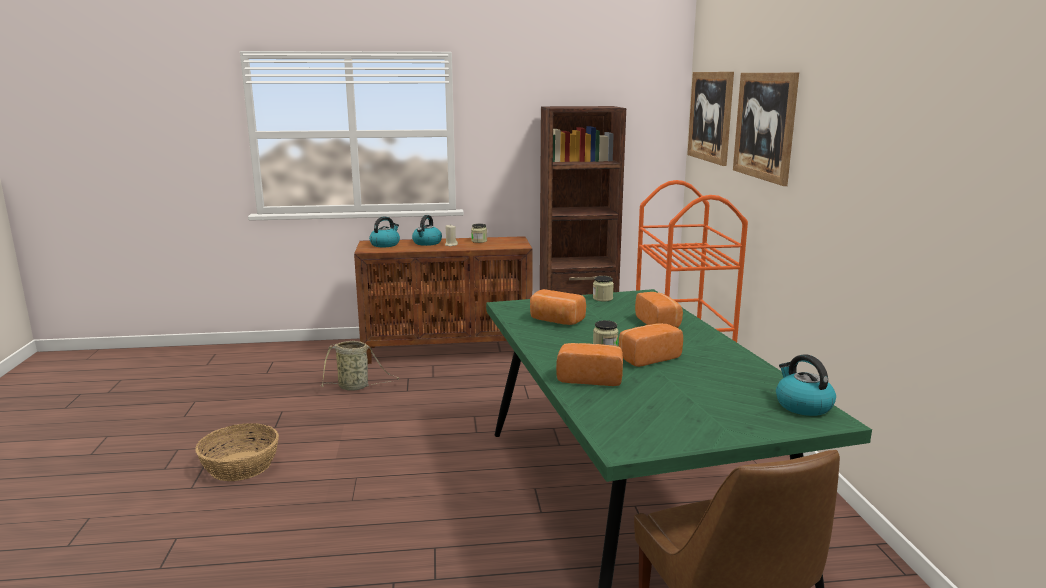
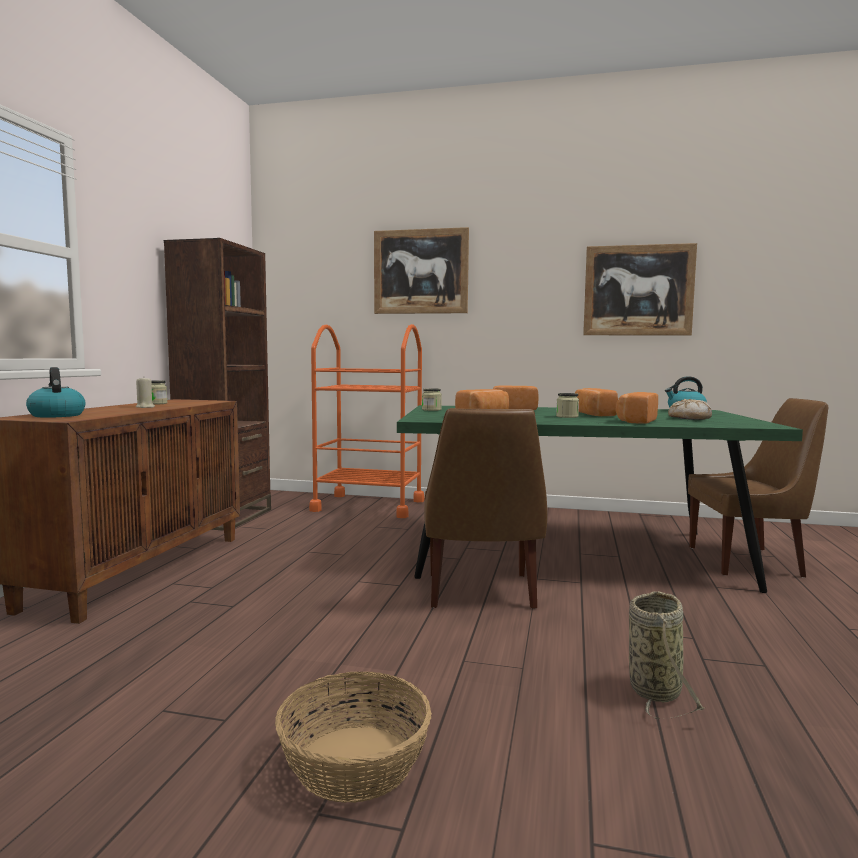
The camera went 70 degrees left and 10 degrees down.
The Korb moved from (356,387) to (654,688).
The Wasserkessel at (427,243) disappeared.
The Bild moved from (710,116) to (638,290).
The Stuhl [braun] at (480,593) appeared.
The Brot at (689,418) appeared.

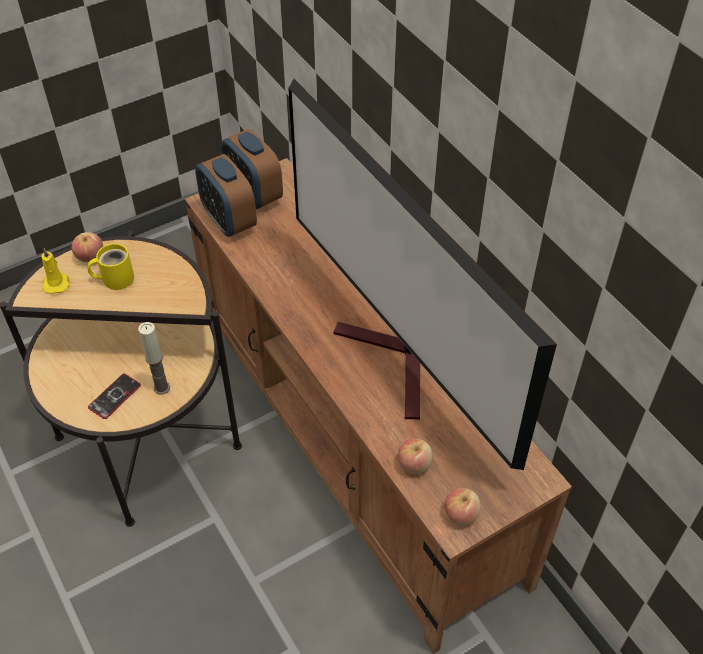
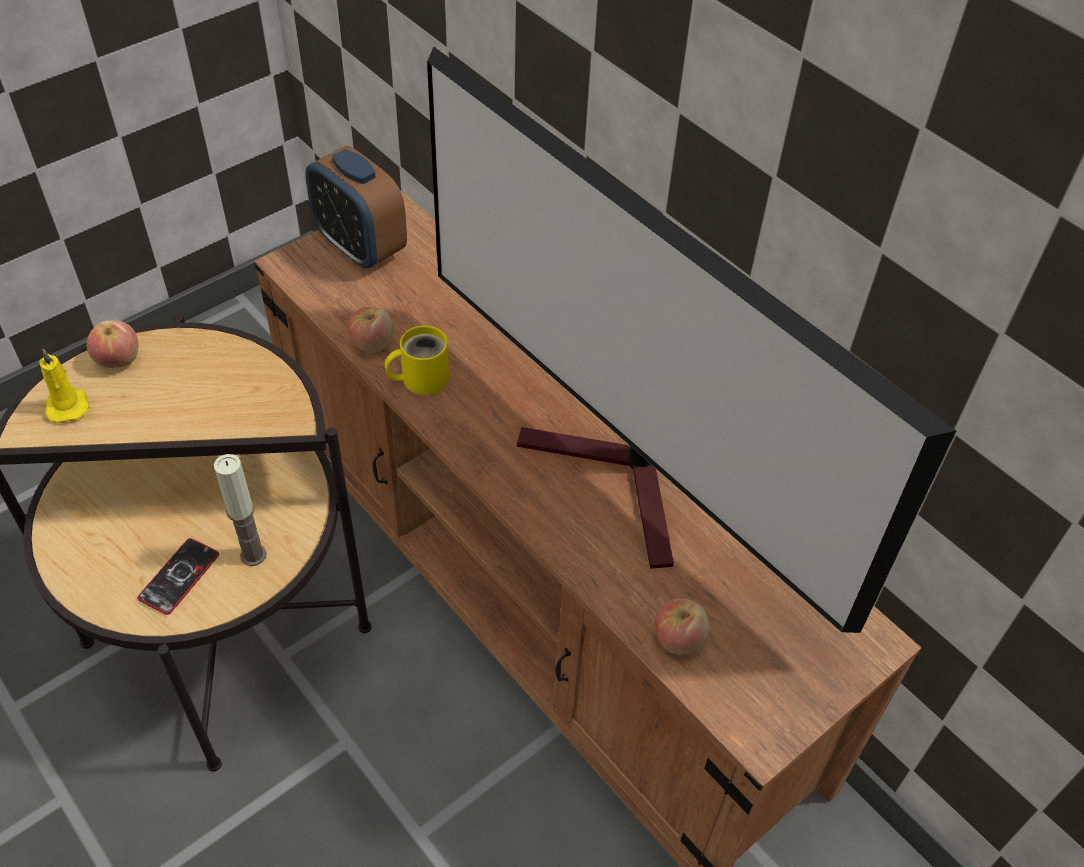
The camera went 10 degrees left and 0 degrees up.
The Henkelbecher [gelb] moved from (115,278) to (420,378).
The Wecker at (229,221) disappeared.
The Apfel moved from (461,514) to (372,343).

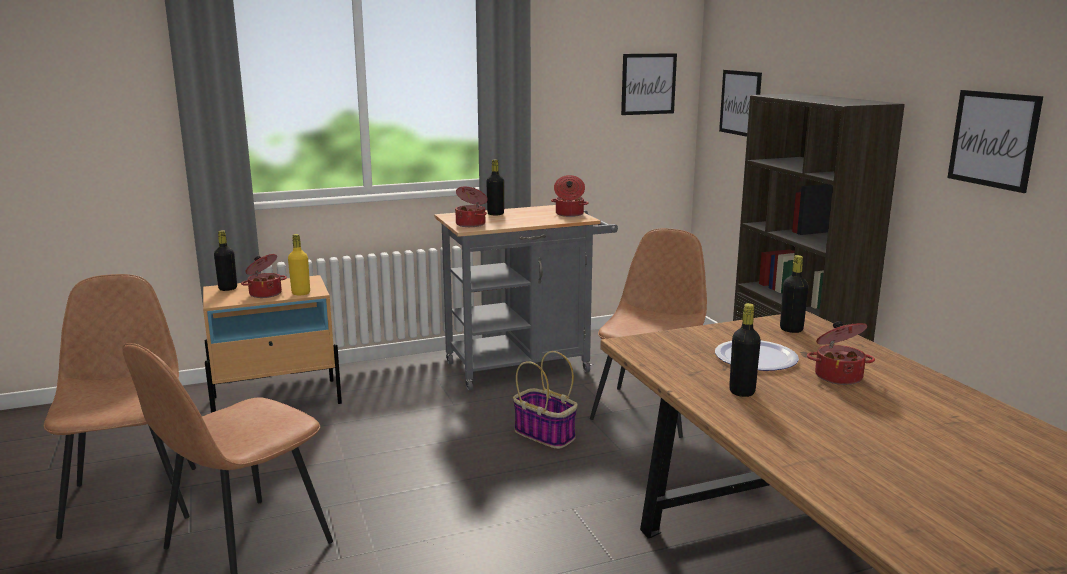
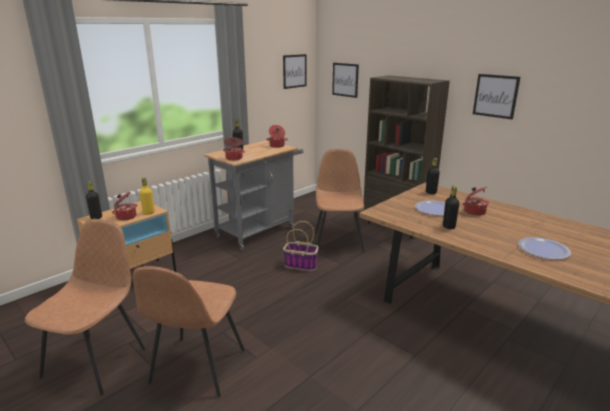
The camera went 25 degrees left and 5 degrees up.
The Stuhl [braun] at (132,498) turned 60 degrees clockwise.
The Teller at (543,249) appeared.

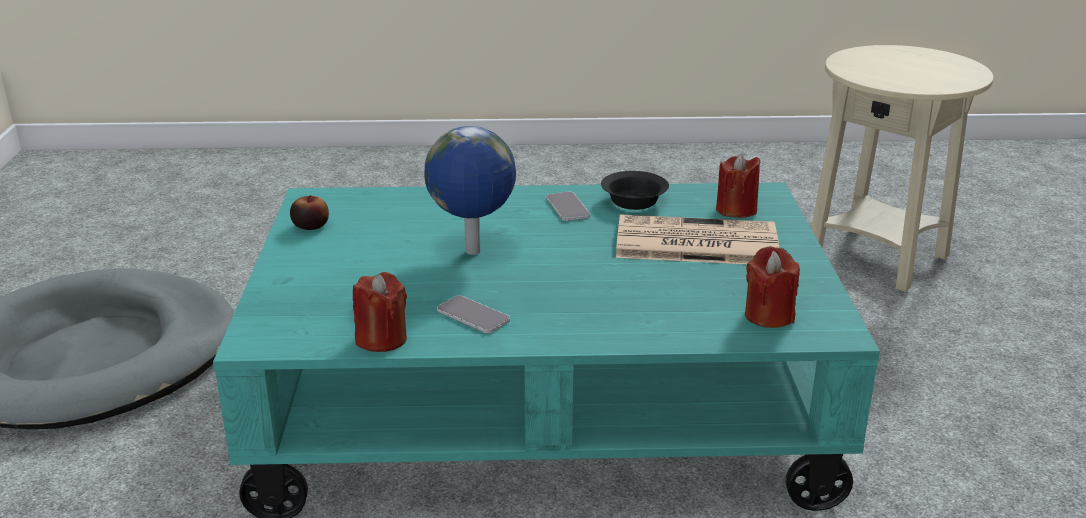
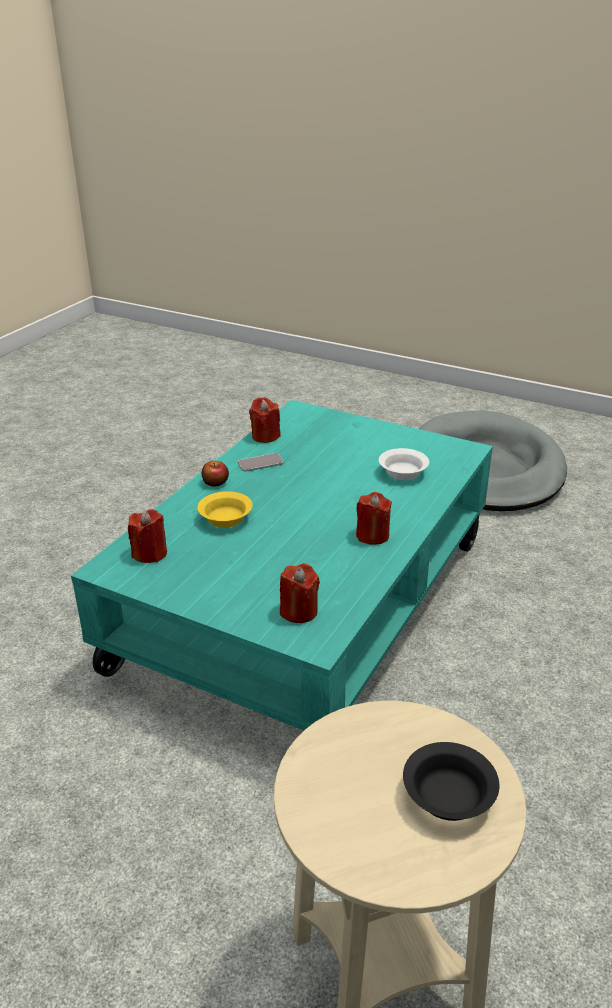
The camera went 120 degrees right and 5 degrees up.
The Apfel moved from (310,226) to (215,482).
The Globus at (473,252) disappeared.
The Handy at (567,207) was replaced by the Kerze [rot] at (372,535).
The Schüssel [schwarz] moved from (634,202) to (446,796).
The Zeitung at (694,243) disappeared.
The Schüssel [gelb] at (226,519) appeared.
The Schüssel [weiß] at (402,473) appeared.

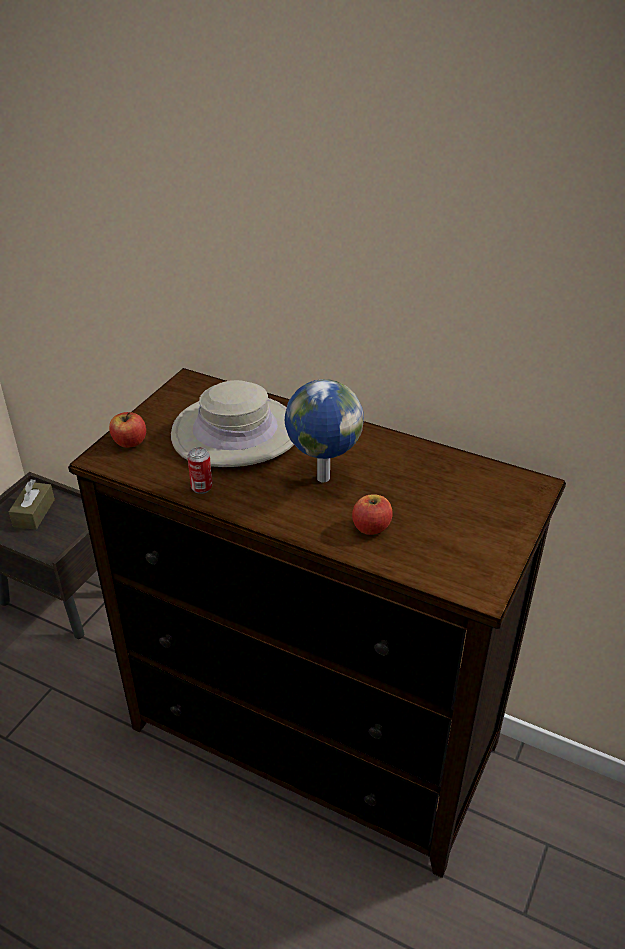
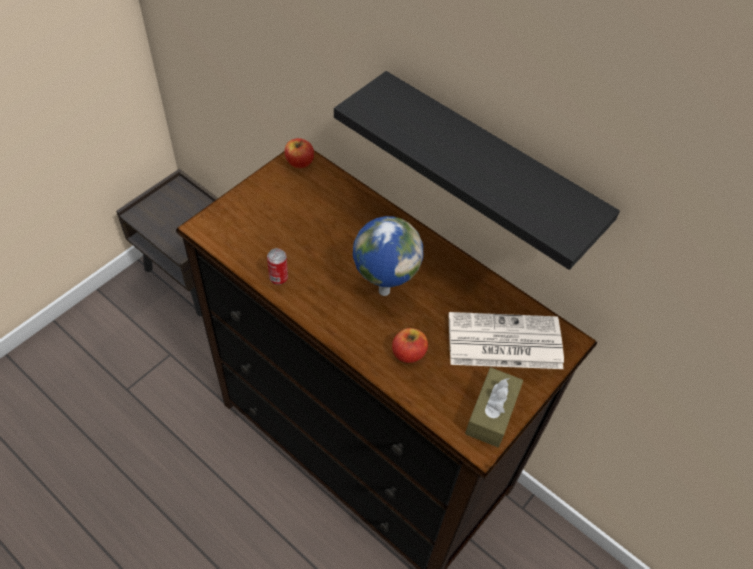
The camera went 10 degrees right and 15 degrees up.
The Taschentuchbox [braun] moved from (34,513) to (491,413).
The Apfel moved from (129,442) to (299,162).
The Hut [beige] at (236,433) disappeared.
The Wandregal [schwarz] at (488,166) appeared.
The Zeitung at (503,342) appeared.

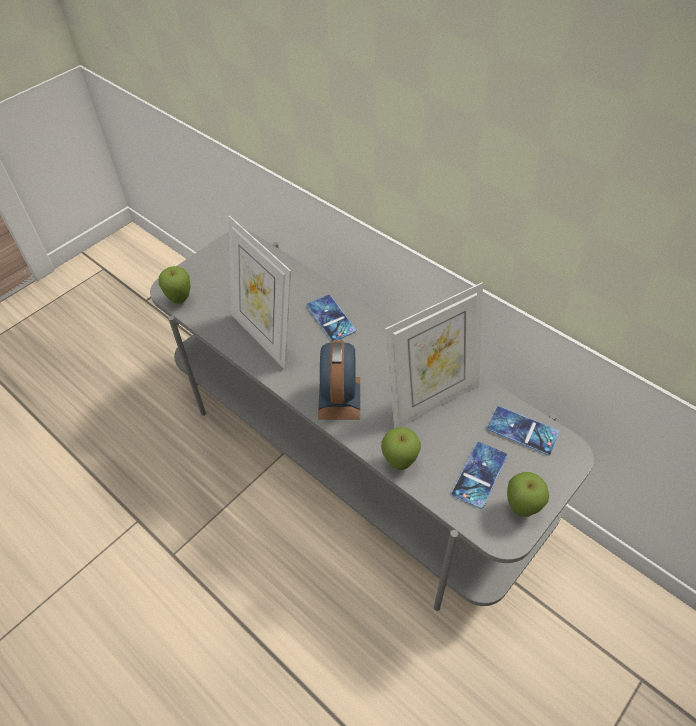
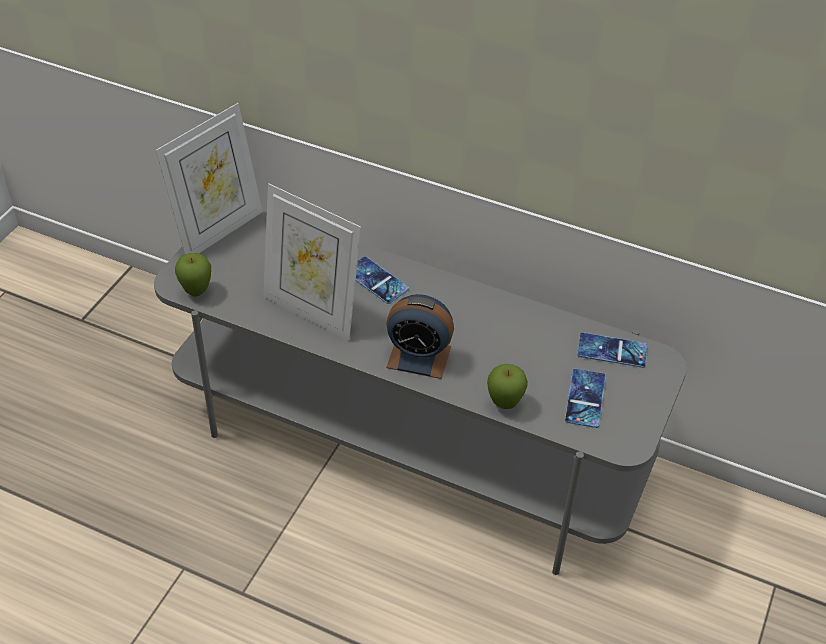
The camera went 20 degrees left and 5 degrees down.
The Wecker at (339,398) turned 60 degrees counterclockwise.
The Bilderrahmen moved from (431,399) to (218,231).
The Apfel at (521,508) disappeared.

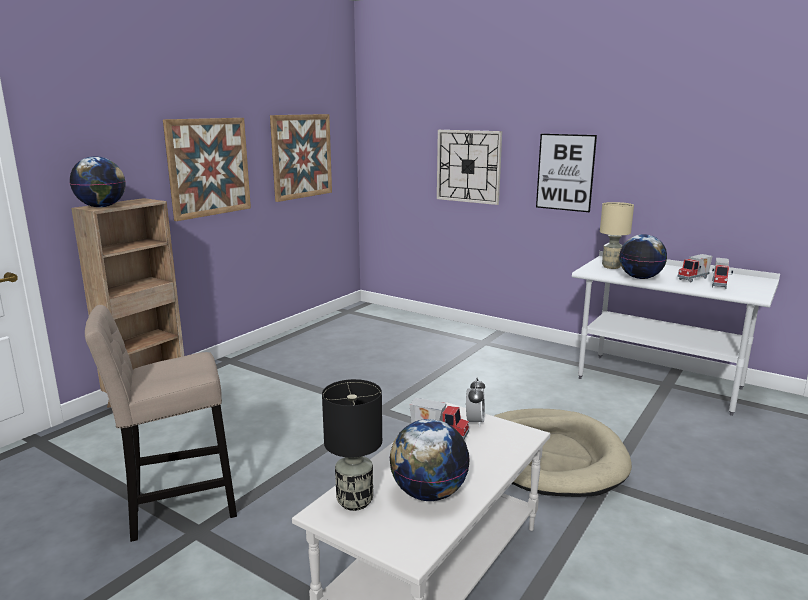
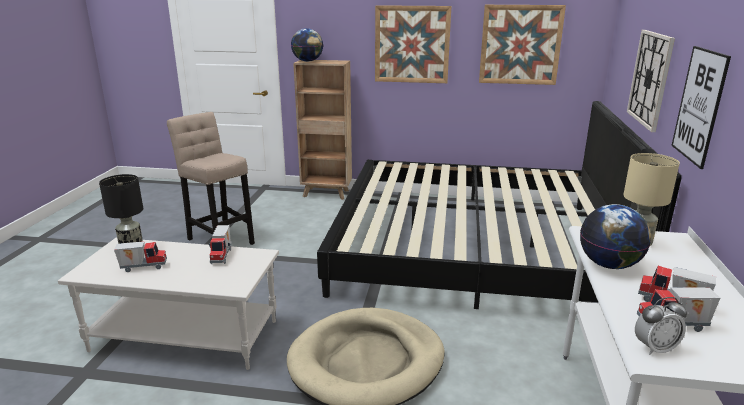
The camera went 65 degrees right and 5 degrees up.
The Globus at (428,493) was replaced by the Spielzeuglaster at (143,266).
The Wecker moved from (474,421) to (655,348).
The Bett at (474,245) appeared.

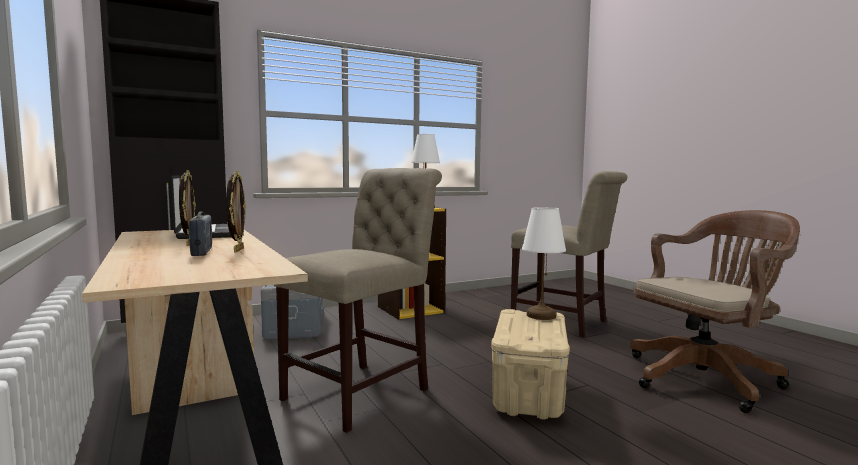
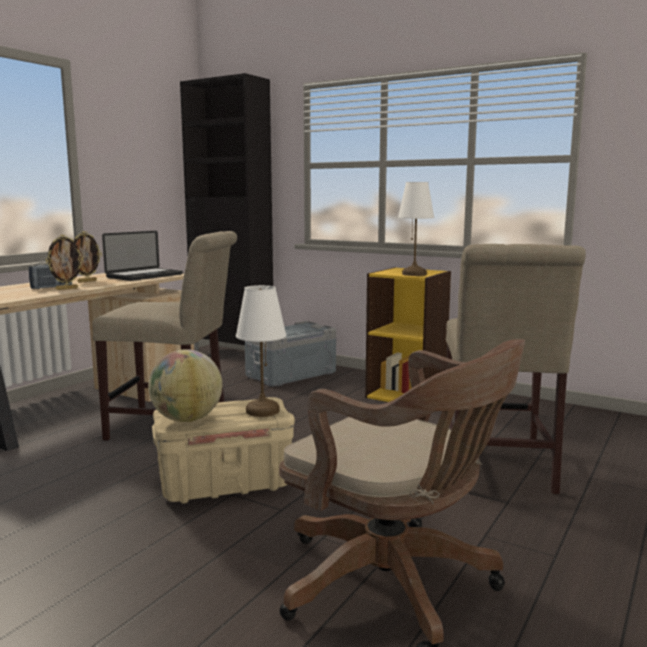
The camera went 60 degrees right and 5 degrees up.
The Globus at (187,419) appeared.

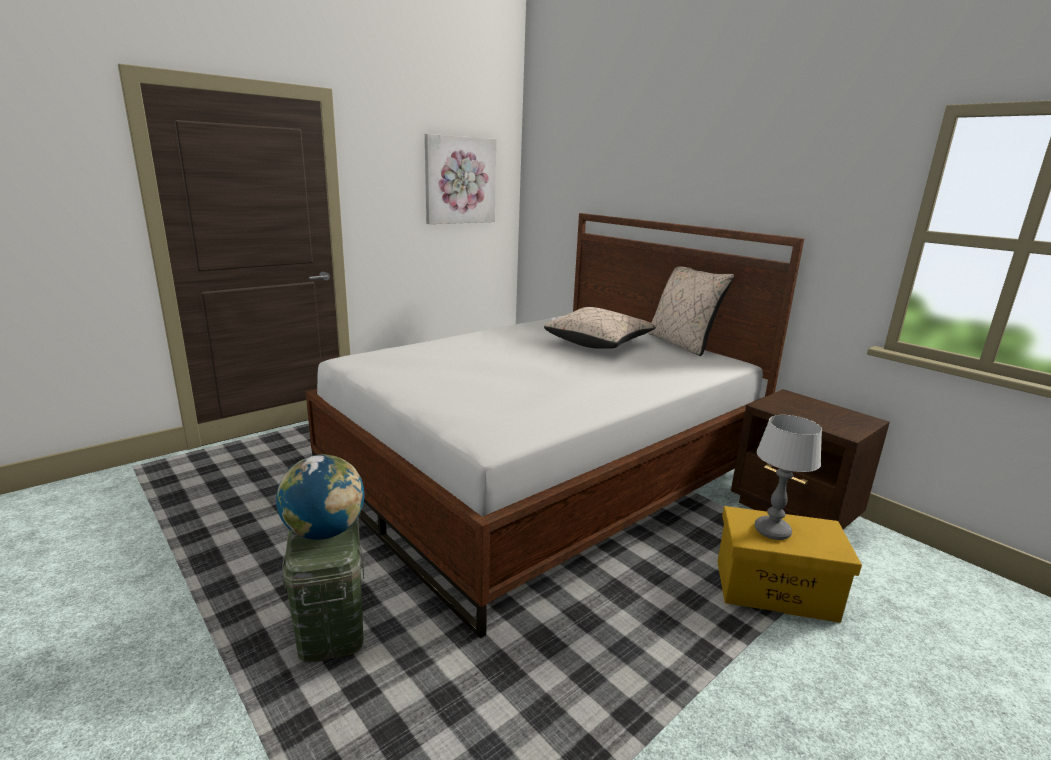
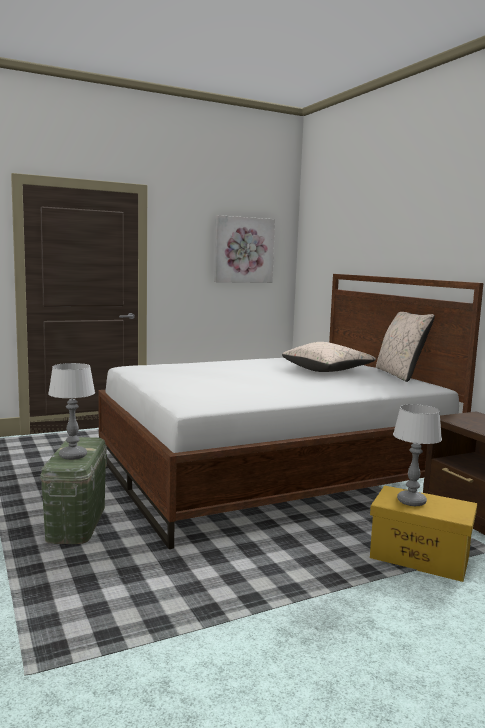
The camera went 15 degrees right and 10 degrees down.
The Globus at (324,531) was replaced by the Tischlampe at (73,456).

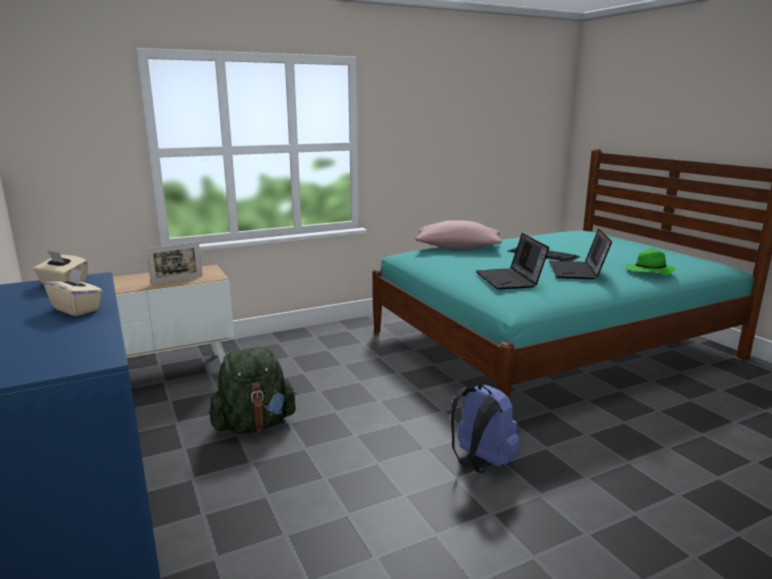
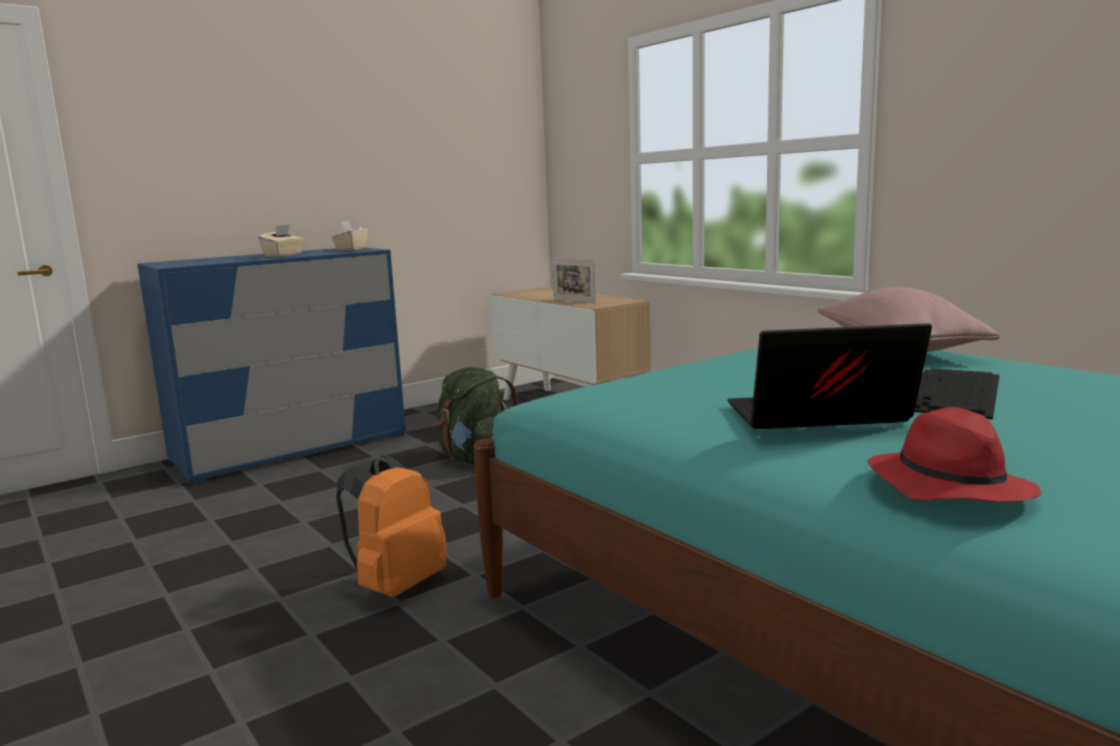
The camera went 80 degrees right and 5 degrees down.
The Rucksack [blau] at (480,463) became the Rucksack [orange] at (396,586).
The Laptop at (510,280) disappeared.
The Hut [grün] at (649,271) became the Hut [rot] at (947,486).

